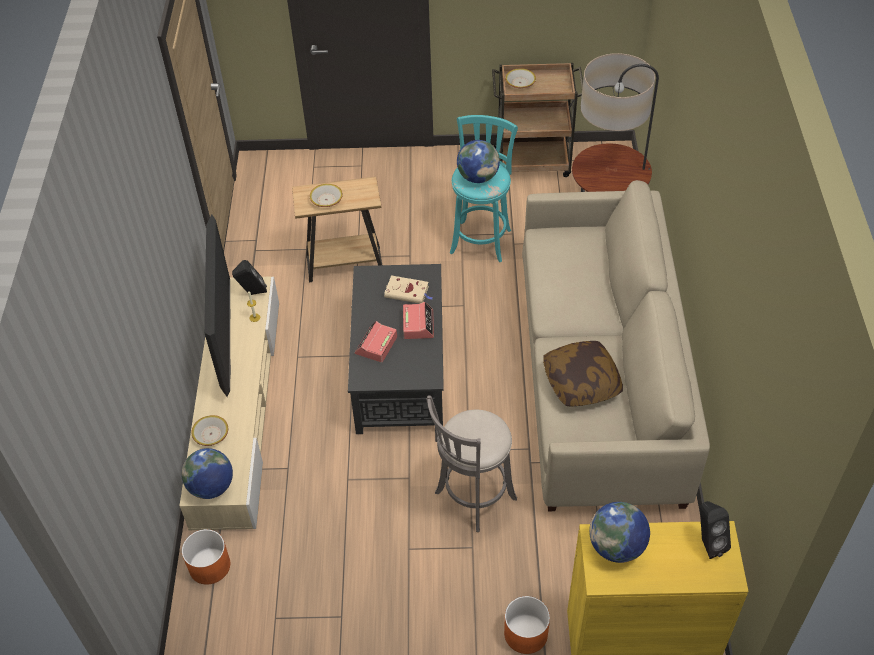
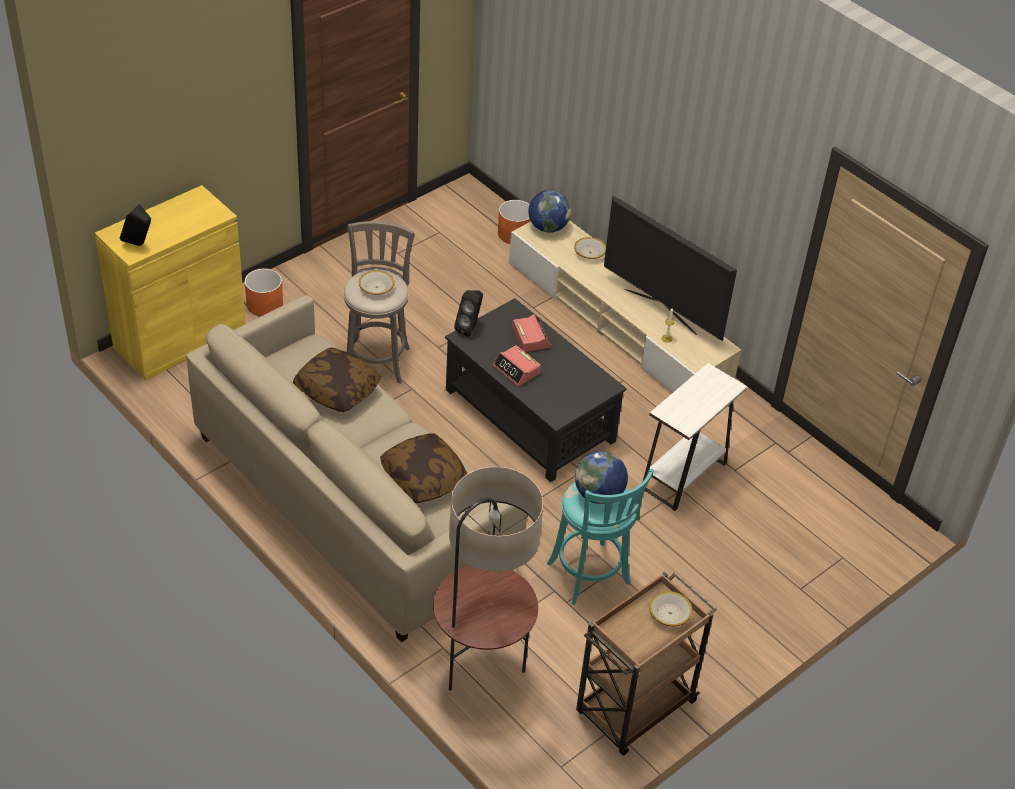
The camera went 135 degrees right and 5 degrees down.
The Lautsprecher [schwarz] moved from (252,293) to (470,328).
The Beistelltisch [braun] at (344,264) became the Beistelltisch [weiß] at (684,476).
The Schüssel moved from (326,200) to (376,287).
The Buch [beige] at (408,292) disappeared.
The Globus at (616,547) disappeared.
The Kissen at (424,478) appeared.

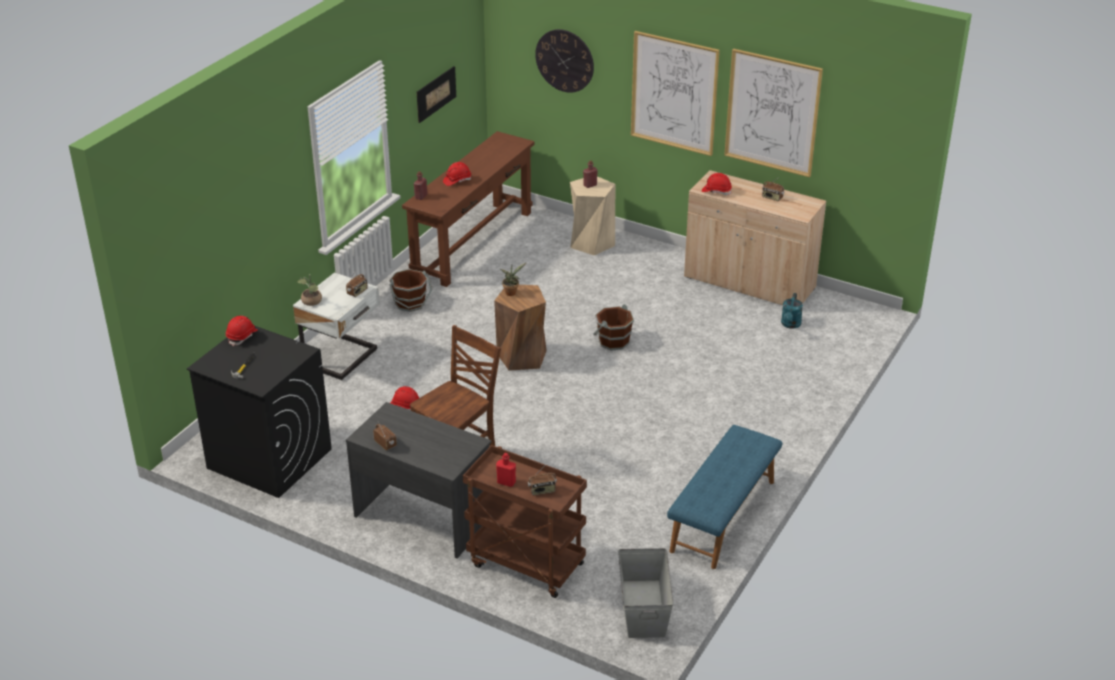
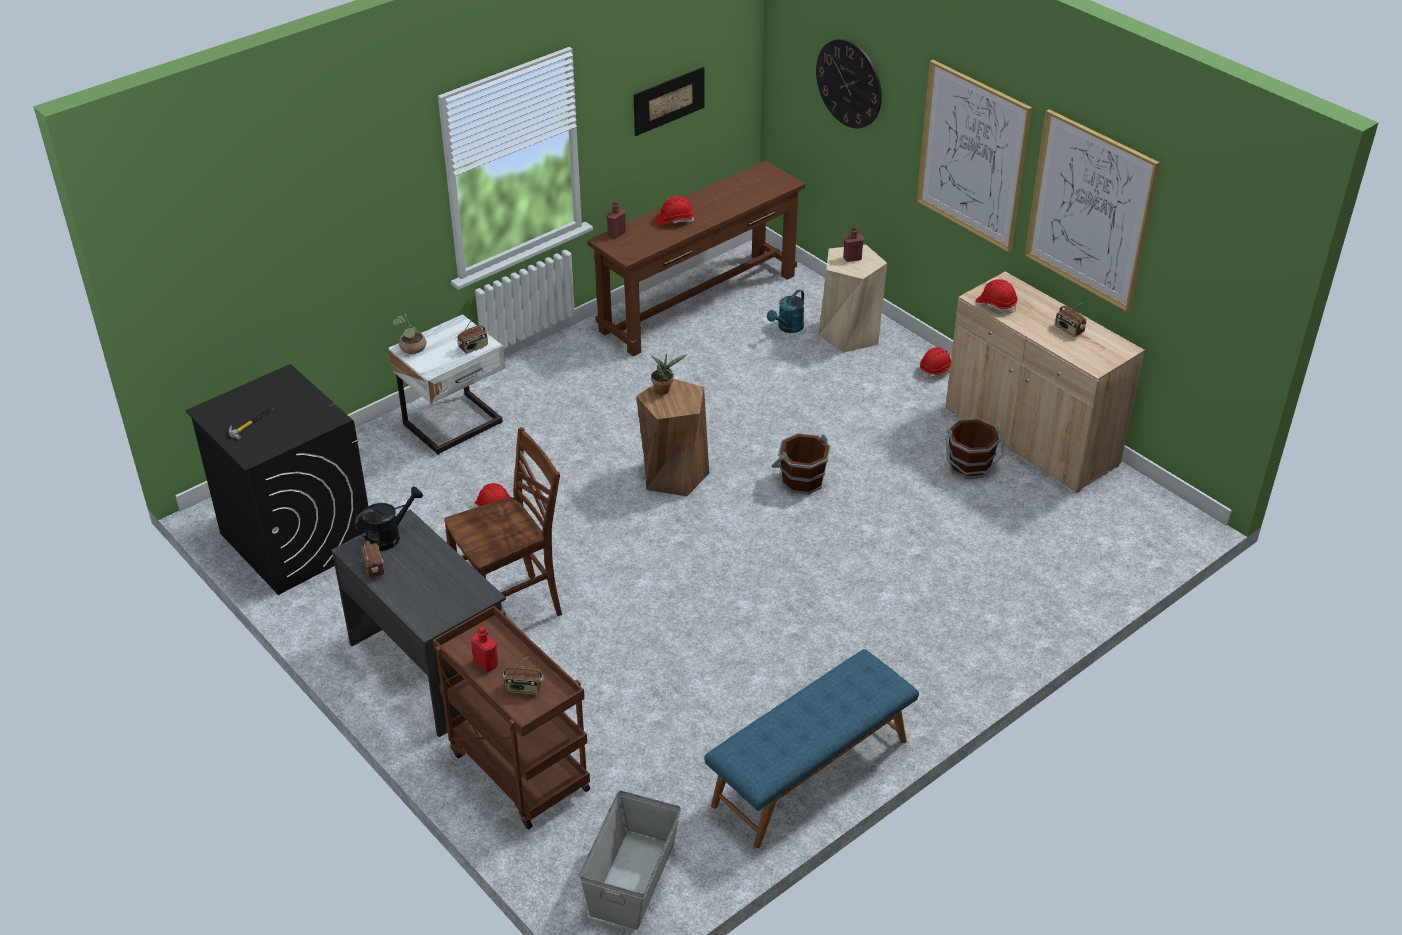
The camera went 20 degrees right and 5 degrees up.
The Schutzhelm [rot] moved from (242,336) to (936,370).
The Eimer [braun] moved from (410,303) to (970,466).
The Gießkanne [türkis] moved from (790,325) to (788,328).
The Gießkanne [schwarz] at (389,536) appeared.

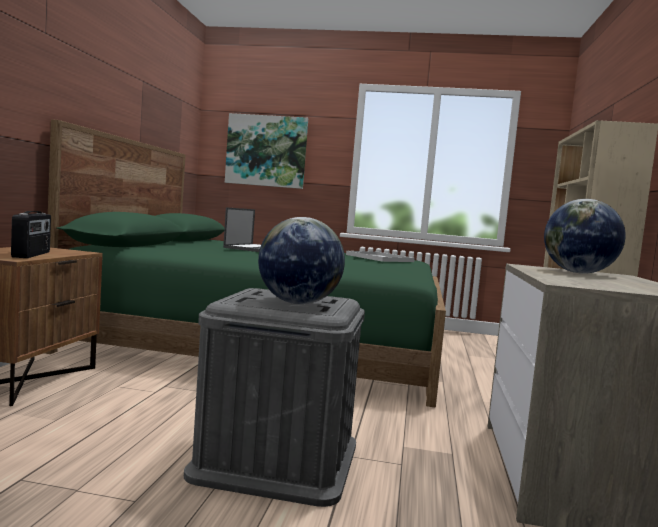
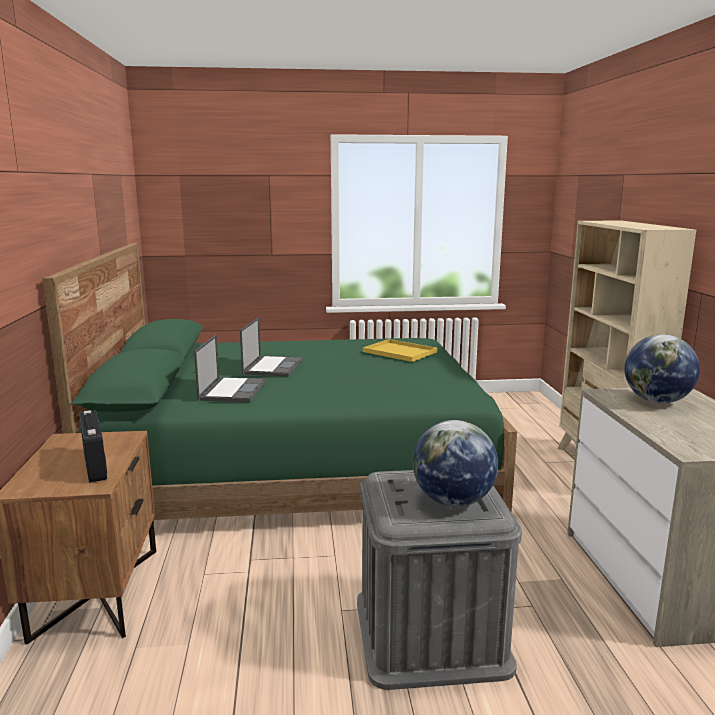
The camera went 15 degrees left and 10 degrees up.
The Bild at (266,151) disappeared.
The Tablett [weiß] at (380,258) became the Tablett [gelb] at (401,352).
The Laptop at (233,390) appeared.

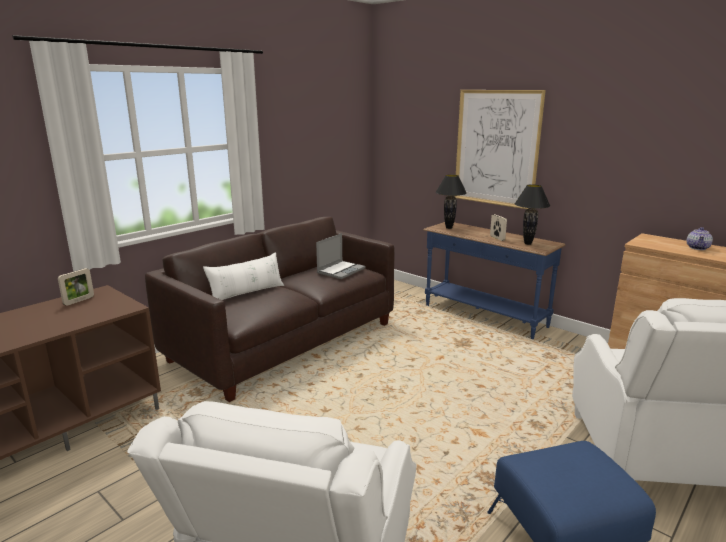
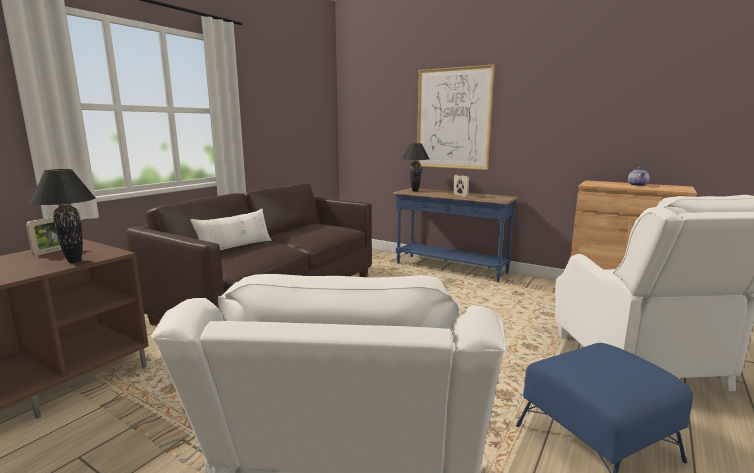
The camera went 10 degrees left and 5 degrees down.
The Laptop at (341,270) disappeared.
The Tischlampe [schwarz] moved from (527,243) to (74,261).

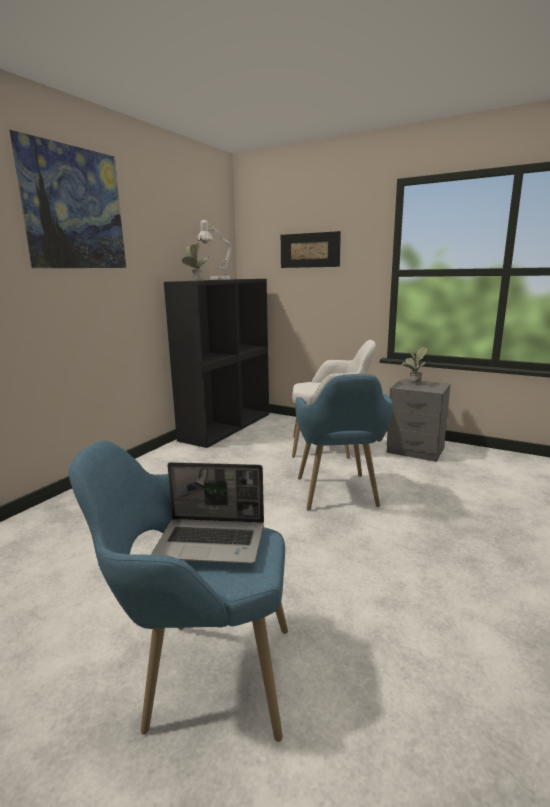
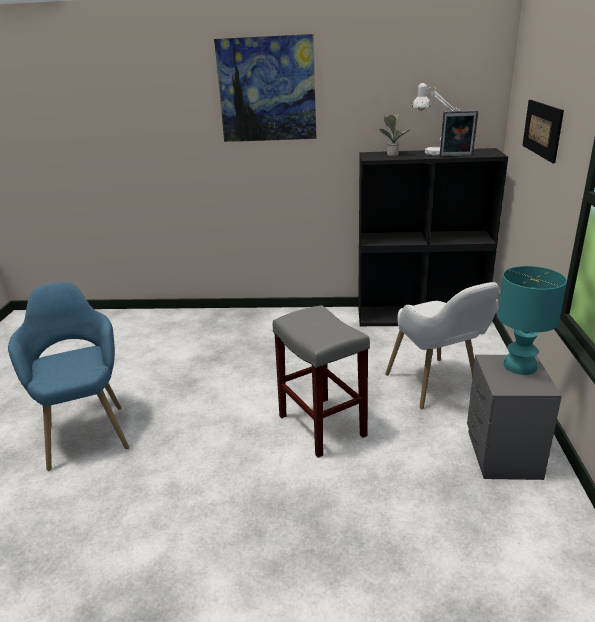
The camera went 65 degrees right and 10 degrees up.
The Laptop at (212,542) disappeared.
The Sessel [blau] at (338,498) was replaced by the Hocker [grau] at (320,425).
The Topfpflanze at (413,383) was replaced by the Tischlampe [türkis] at (519,366).
The Bilderrahmen at (456,156) appeared.

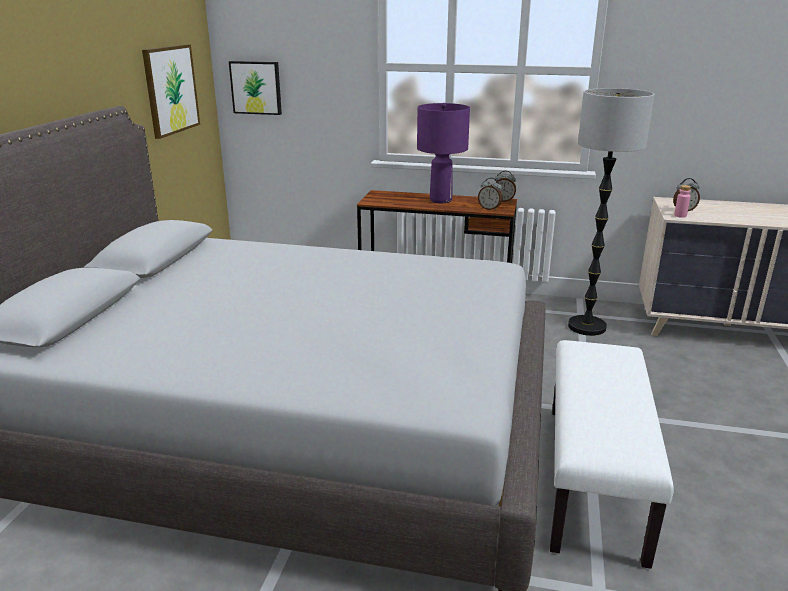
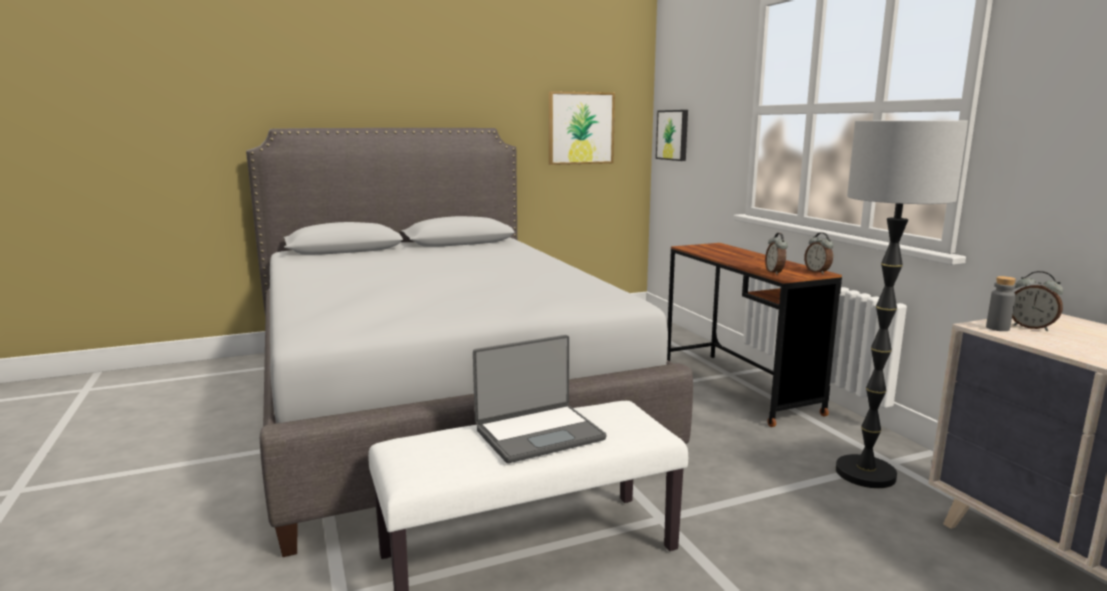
The camera went 55 degrees right and 10 degrees down.
The Tischlampe [lila] at (440,200) disappeared.
The Flasche [rosa] at (680,215) became the Flasche [grau] at (997,328).
The Laptop at (538,434) appeared.

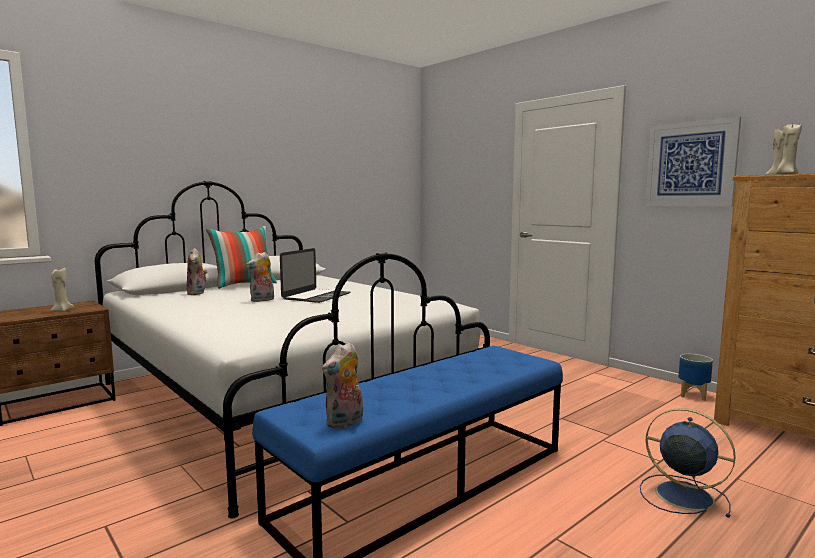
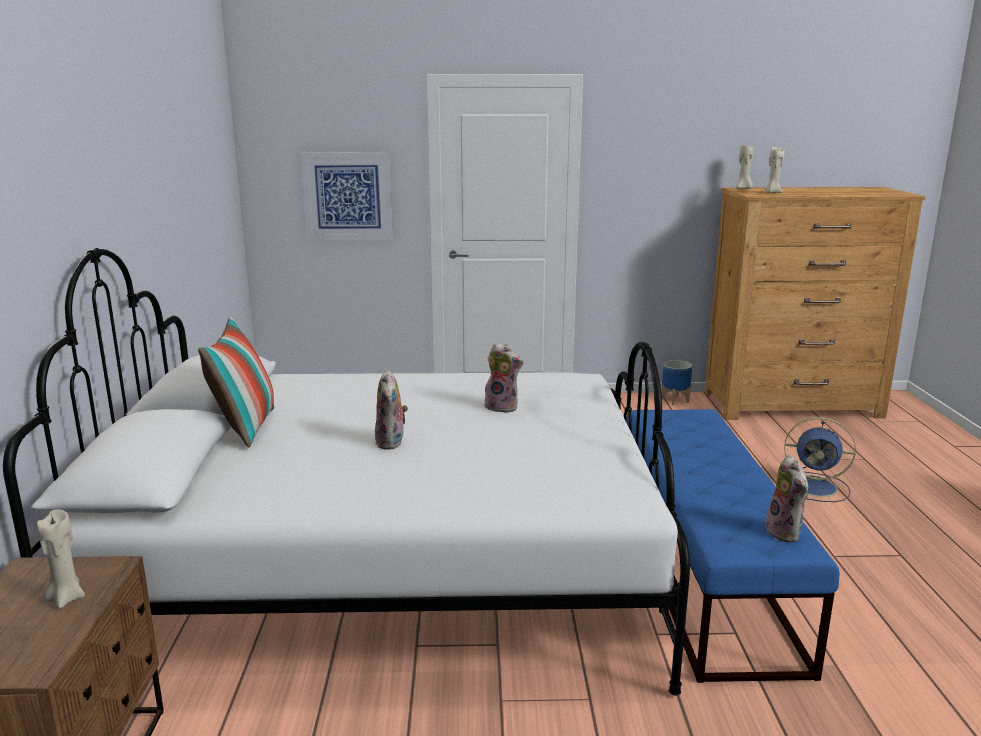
The camera went 50 degrees left and 10 degrees up.
The Plüschtier moved from (197,293) to (503,407).
The Laptop at (316,296) disappeared.
The Ventilator [blau] at (681,495) turned 150 degrees counterclockwise.
The Bild moved from (690,164) to (348,196).

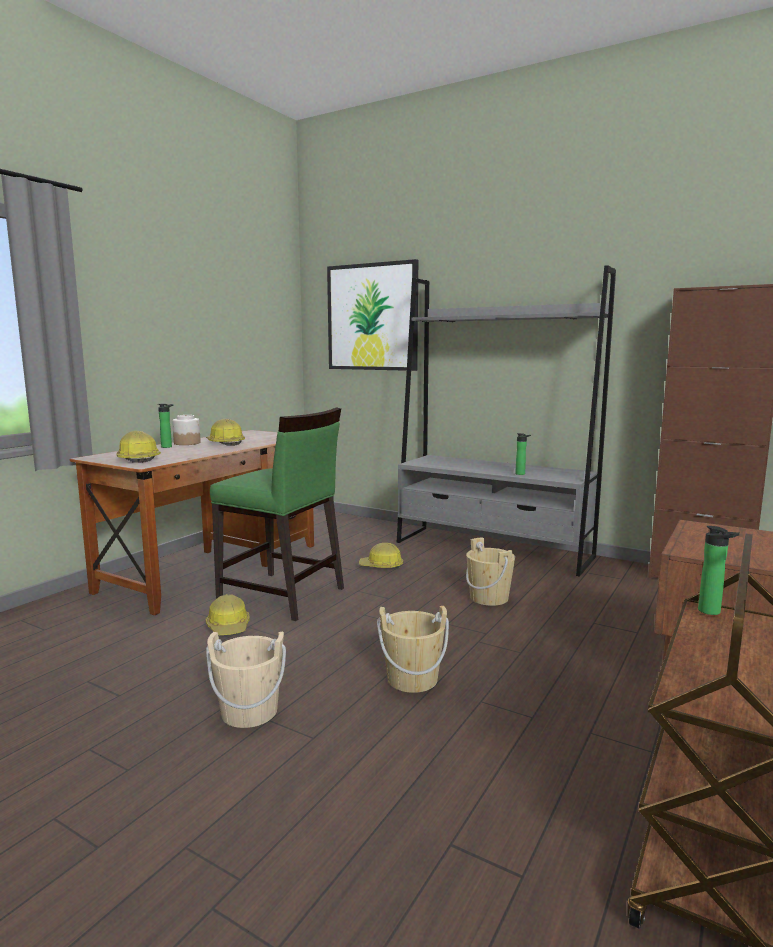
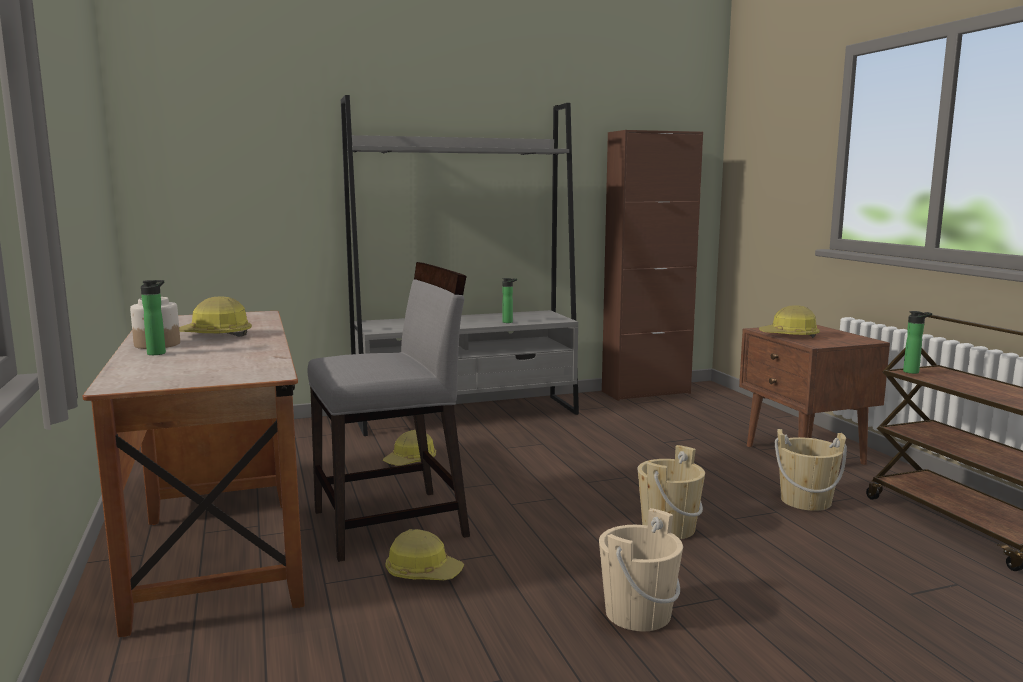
The camera went 50 degrees left and 0 degrees up.
The Schutzhelm moved from (137,459) to (789,336).
The Stuhl [grün] at (282,596) became the Stuhl [grau] at (392,523).
The Bild at (372,317) disappeared.
The Eimer [beige] moved from (489,598) to (805,501).

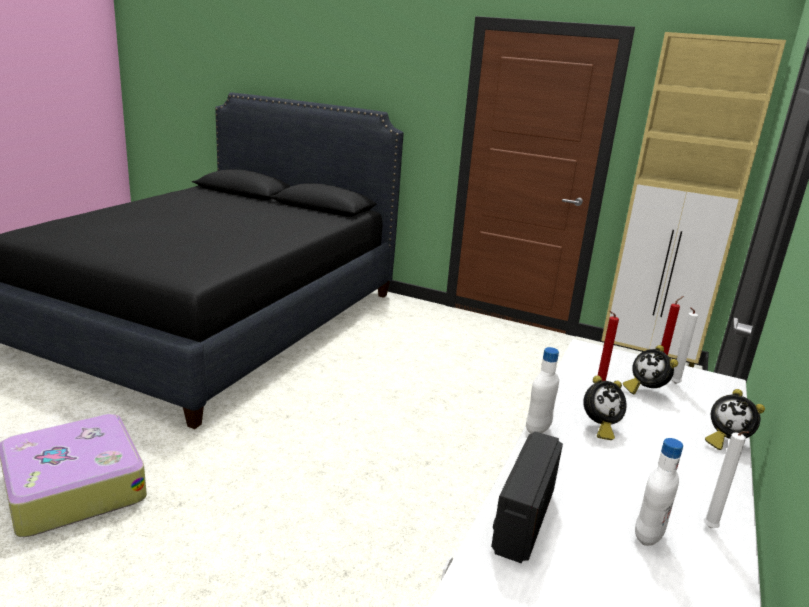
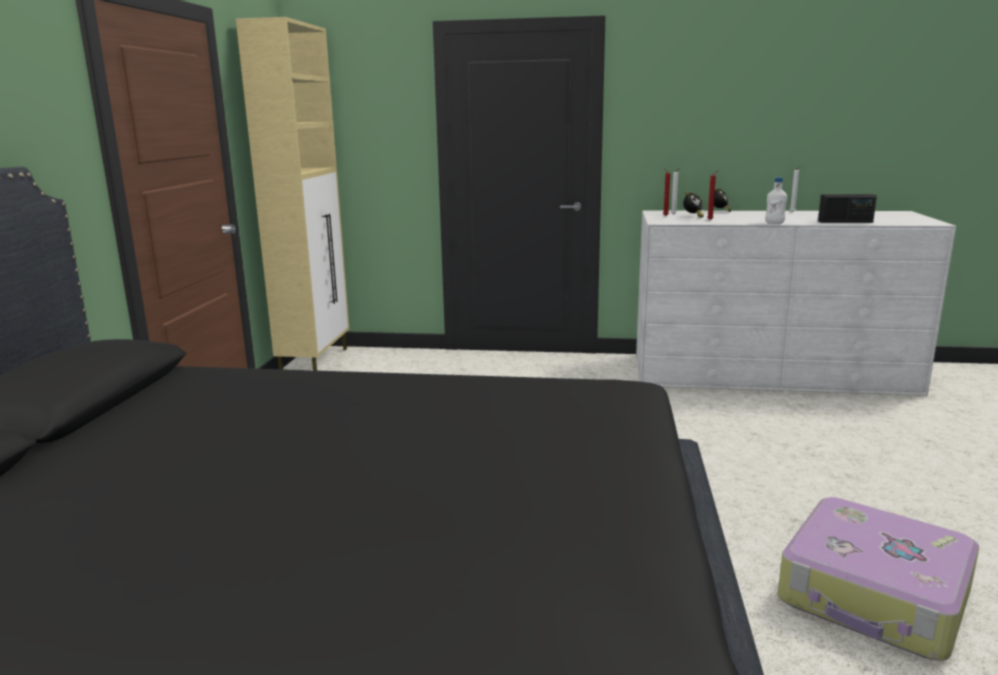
The camera went 105 degrees left and 5 degrees down.
The Wecker at (598,428) disappeared.
The Flasche [weiß] at (648,536) disappeared.

